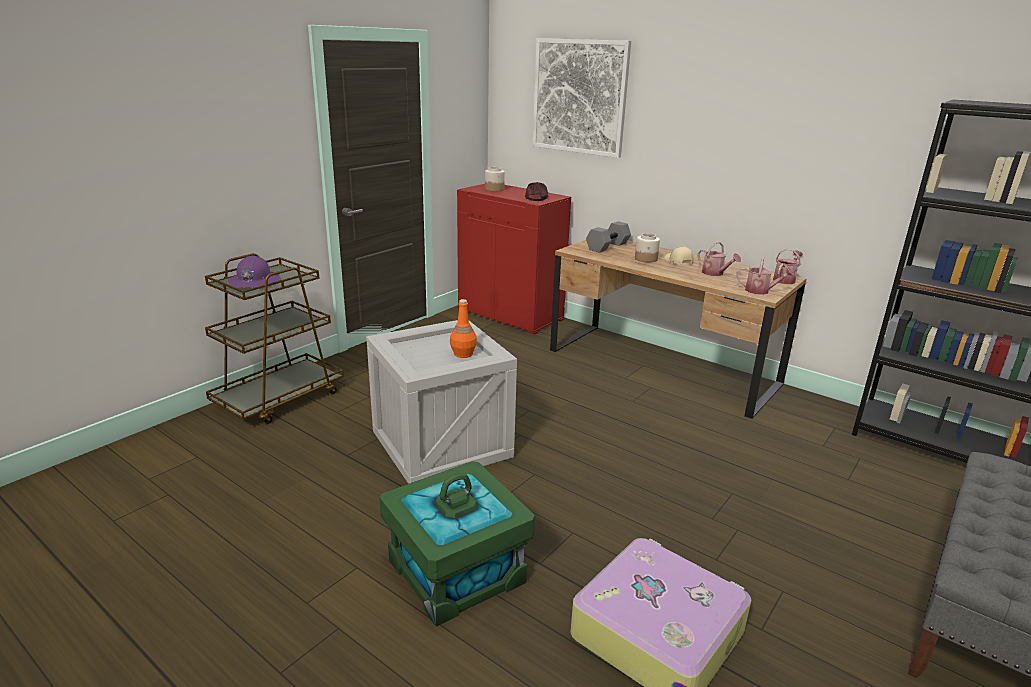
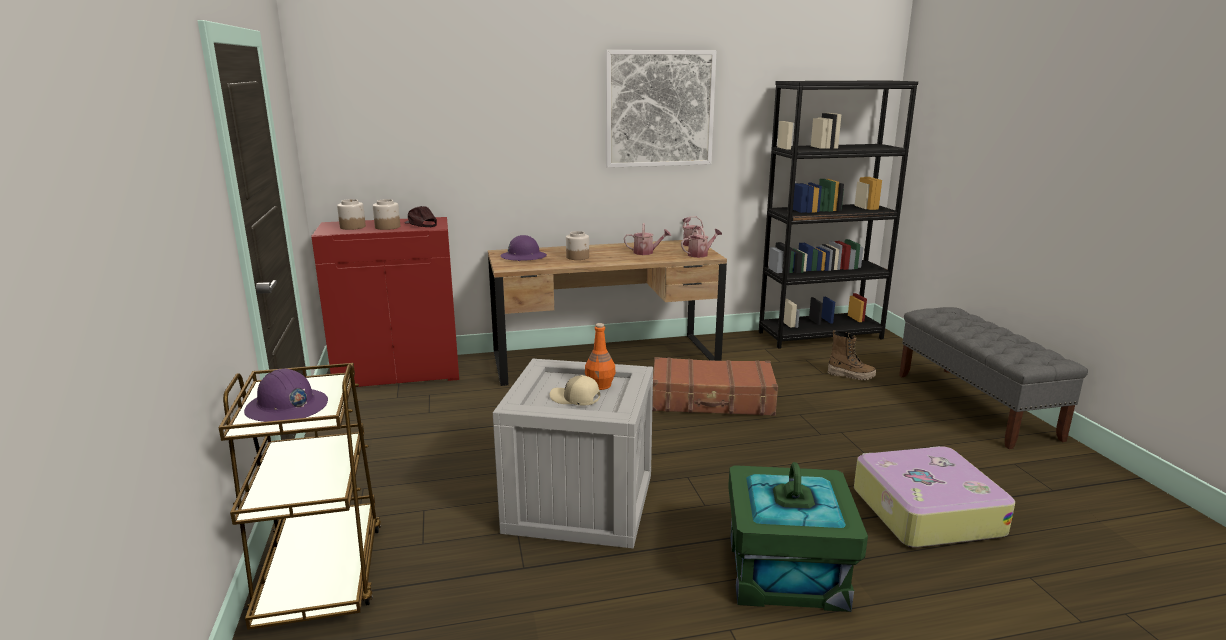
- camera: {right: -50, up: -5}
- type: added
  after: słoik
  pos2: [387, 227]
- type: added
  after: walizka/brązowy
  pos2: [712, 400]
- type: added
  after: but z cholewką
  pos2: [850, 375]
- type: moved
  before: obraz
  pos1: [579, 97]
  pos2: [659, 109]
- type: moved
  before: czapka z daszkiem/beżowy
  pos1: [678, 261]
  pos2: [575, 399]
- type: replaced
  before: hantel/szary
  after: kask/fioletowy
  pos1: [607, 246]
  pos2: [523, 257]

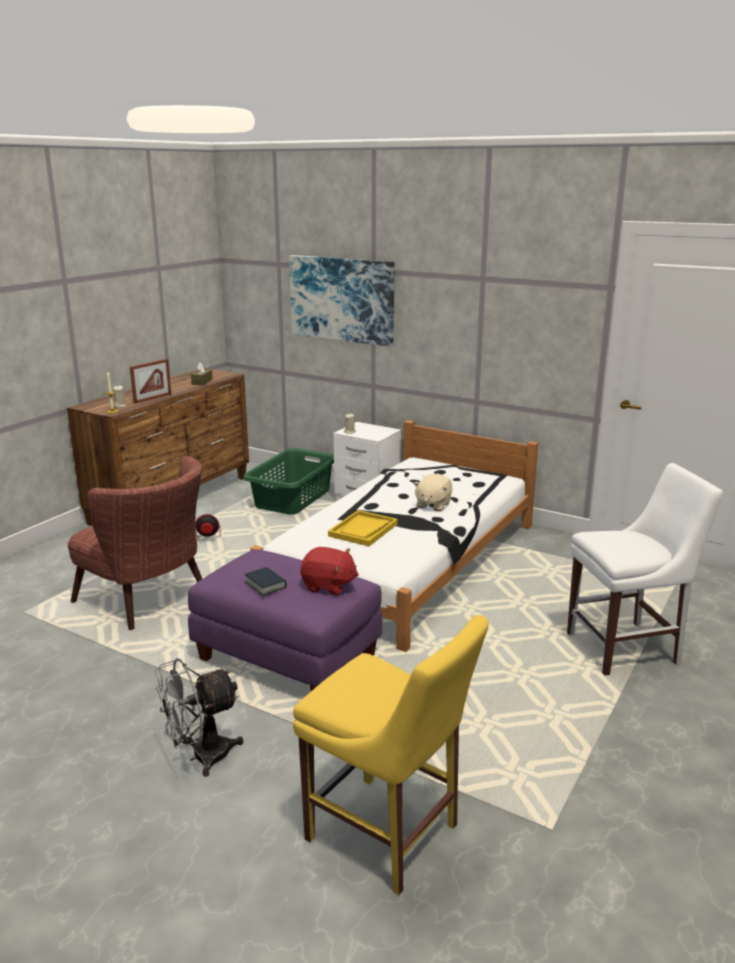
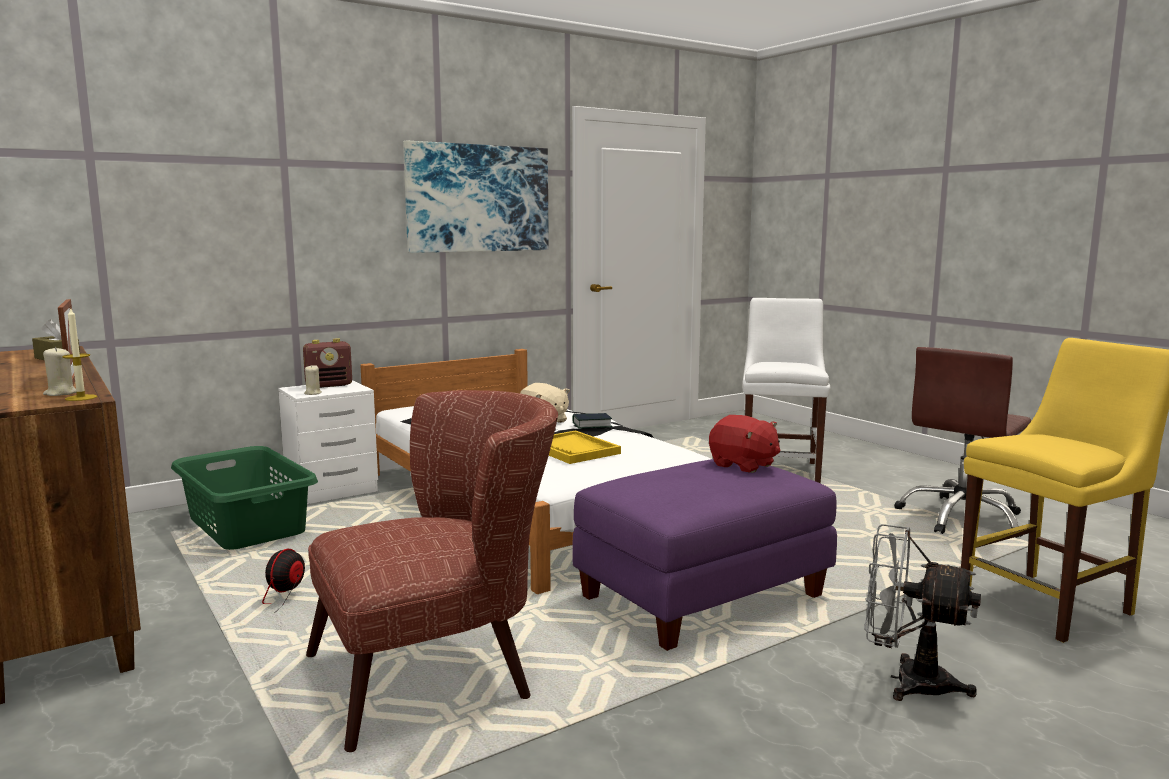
- camera: {right: -65, up: -10}
- type: added
  after: radio
  pos2: [329, 385]
- type: added
  after: krzesło biurowe/brązowy
  pos2: [962, 518]
- type: moved
  before: książka
  pos1: [265, 585]
  pos2: [592, 425]
- type: moved
  before: obraz
  pos1: [342, 299]
  pos2: [478, 198]
- type: turned
  before: wentylator/szary
  pos1: [201, 757]
  pos2: [907, 681]
  turn: 120
- type: turned
  before: pluszak/czerwony
  pos1: [328, 586]
  pos2: [743, 465]
  turn: 90

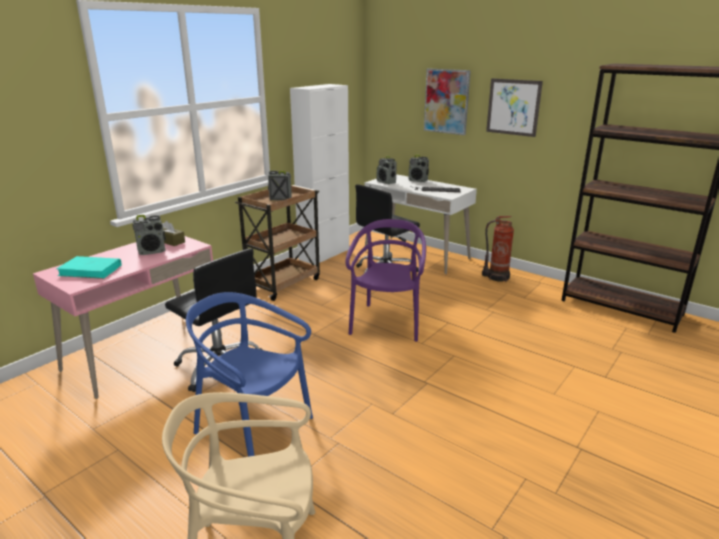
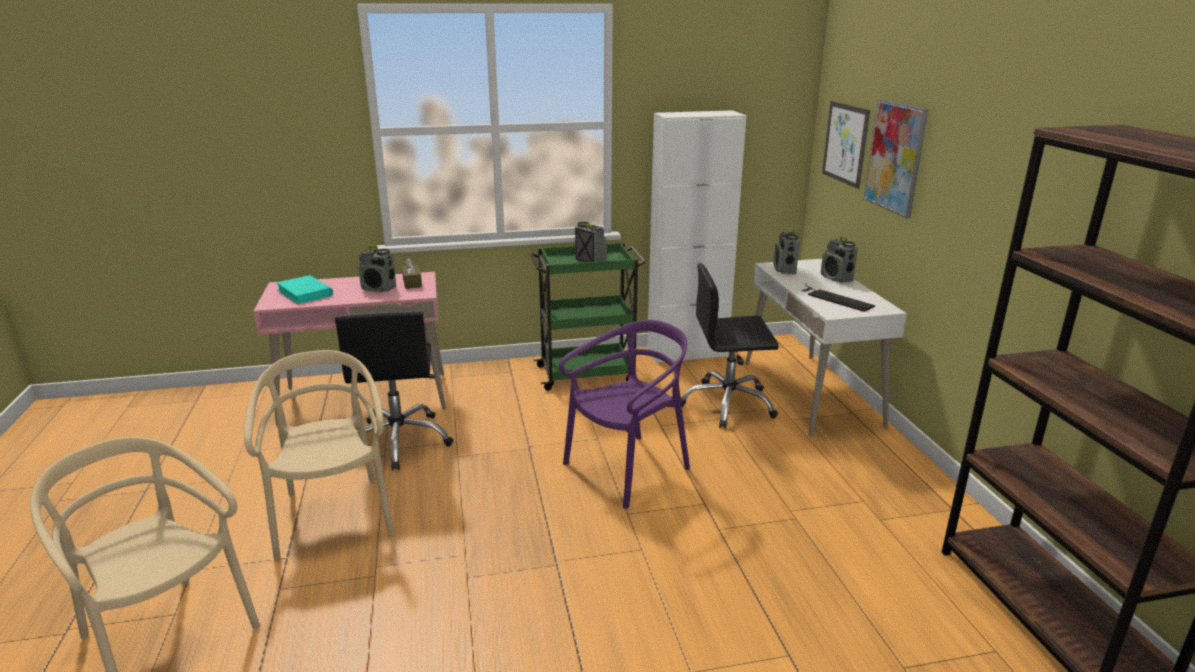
- camera: {right: 40, up: 0}
- type: removed
  before: gaśnica
  pos1: [497, 277]
- type: moved
  before: obraz
  pos1: [513, 107]
  pos2: [845, 143]
- type: recoloured
  before: krzesło/niebieski
  after: krzesło/beżowy
  pos1: [253, 428]
  pos2: [334, 517]
- type: recoloured
  before: wózek/brązowy
  after: wózek/zielony
  pos1: [283, 283]
  pos2: [587, 374]

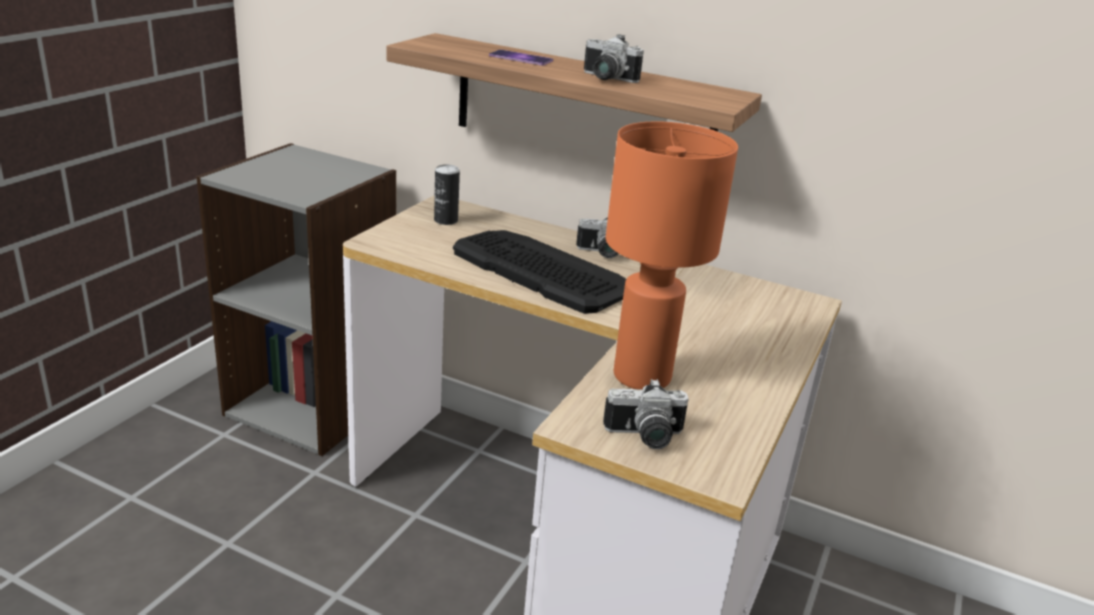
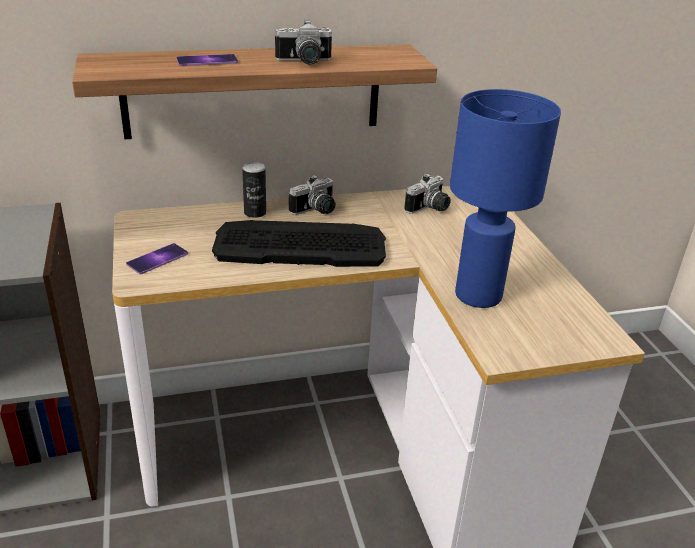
- camera: {right: -40, up: 5}
- type: added
  after: telefon
  pos2: [157, 259]
- type: moved
  before: puszka
  pos1: [446, 220]
  pos2: [255, 213]
- type: moved
  before: aparat fotograficzny
  pos1: [645, 437]
  pos2: [430, 209]
- type: recoloured
  before: lampa stołowa/pomarańczowy
  after: lampa stołowa/niebieski
  pos1: [640, 376]
  pos2: [476, 295]

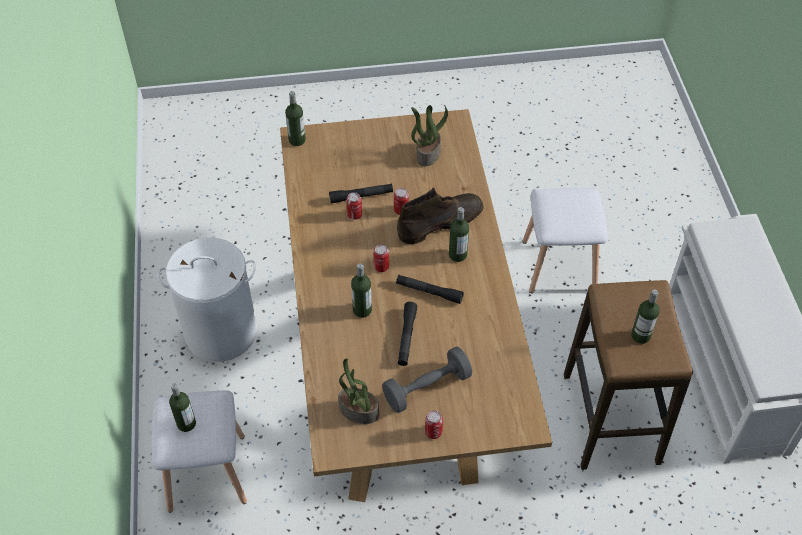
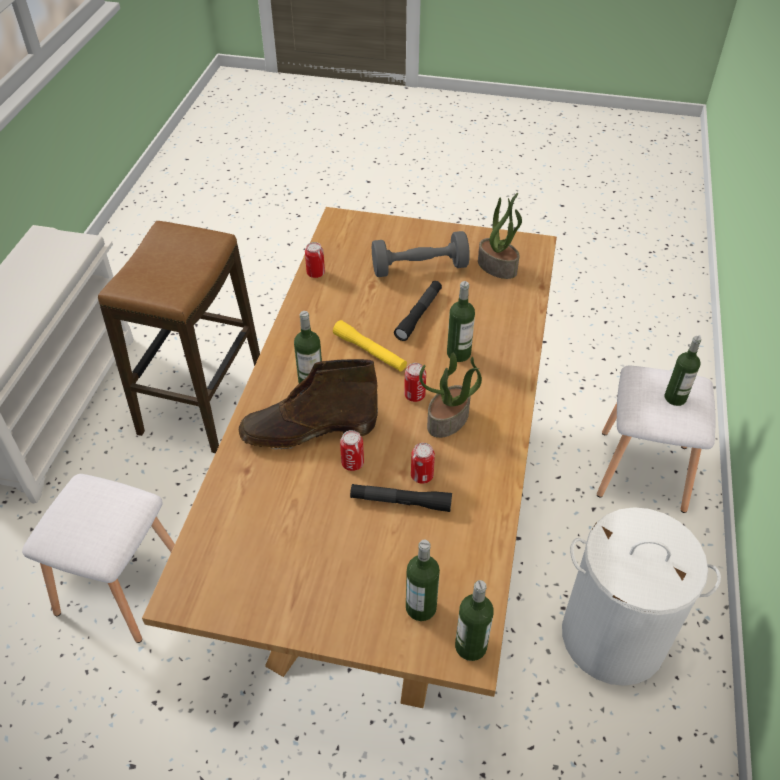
- camera: {right: -160, up: -5}
- type: moved
  before: roślina doniczkowa
  pos1: [428, 153]
  pos2: [448, 420]
- type: moved
  before: puszka
  pos1: [433, 432]
  pos2: [315, 273]
- type: moved
  before: butelka
  pos1: [640, 336]
  pos2: [421, 607]
- type: recoloured
  before: latarka/czarny
  after: latarka/żółty
  pos1: [429, 292]
  pos2: [370, 352]

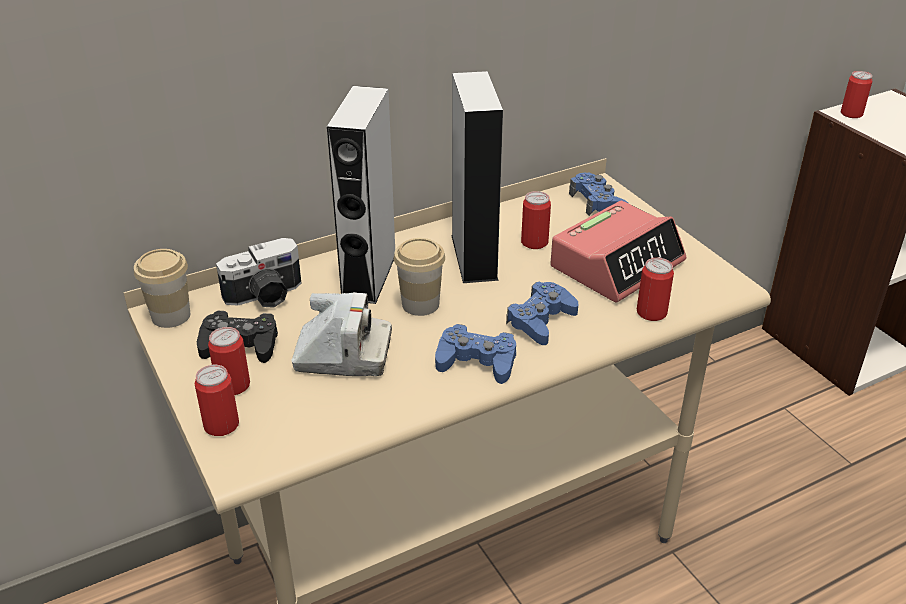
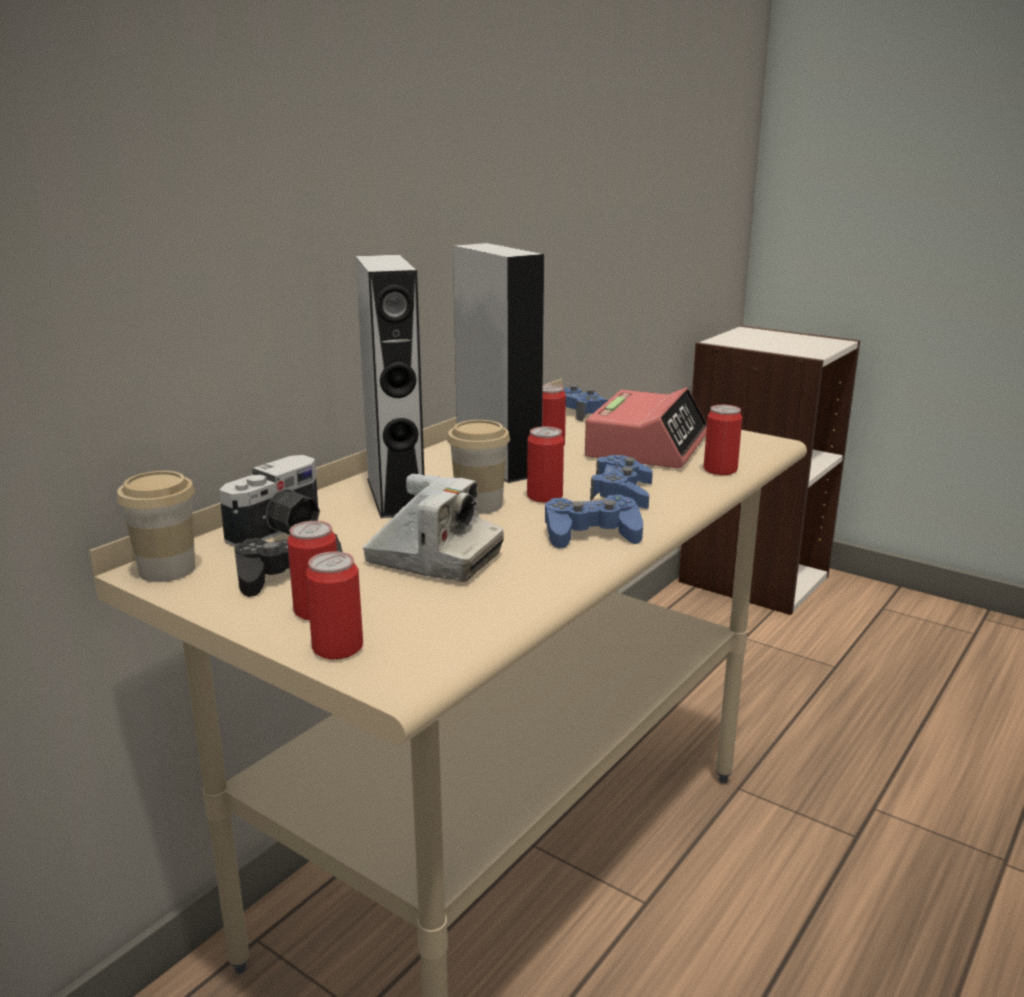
- camera: {right: -25, up: -15}
- type: moved
  before: puszka
  pos1: [851, 114]
  pos2: [544, 496]
- type: turned
  before: aparat fotograficzny
  pos1: [343, 355]
  pos2: [433, 558]
  turn: 45

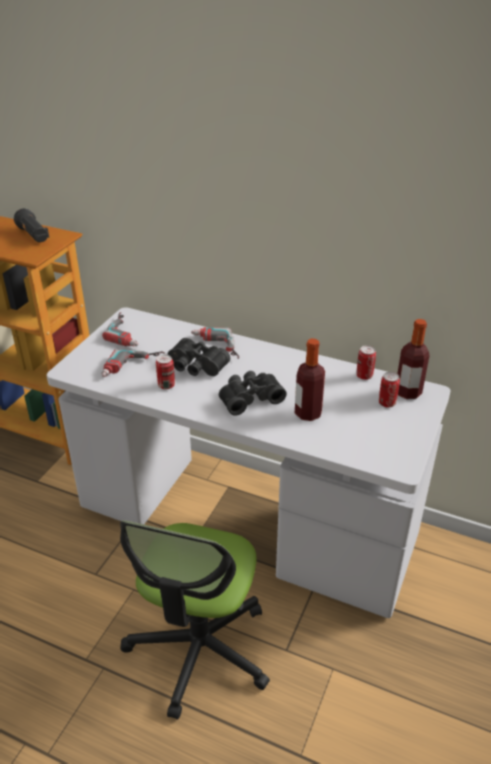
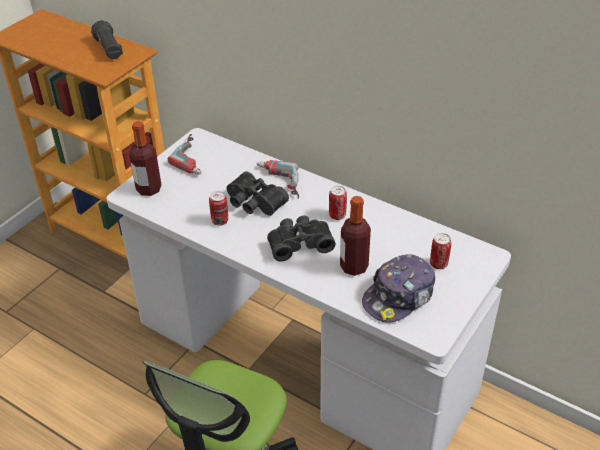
- camera: {right: 10, up: 5}
- type: removed
  before: wiertarka
  pos1: [133, 368]
- type: added
  after: czapka z daszkiem
  pos2: [399, 297]
- type: moved
  before: puszka
  pos1: [364, 376]
  pos2: [337, 215]
- type: moved
  before: butelka
  pos1: [408, 392]
  pos2: [149, 189]

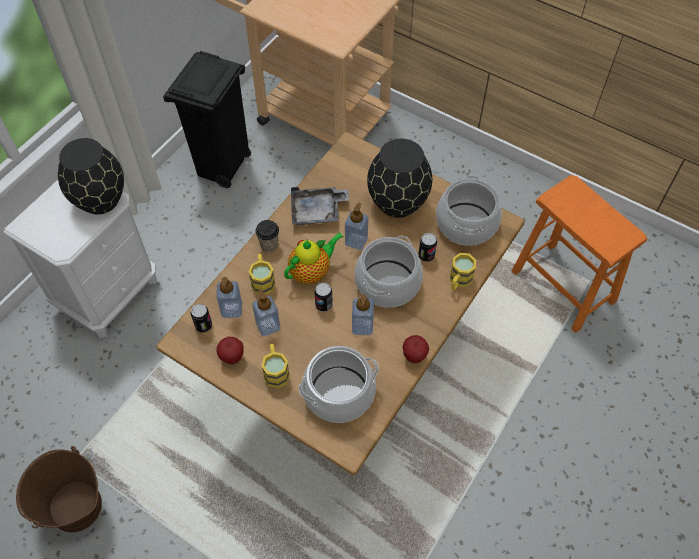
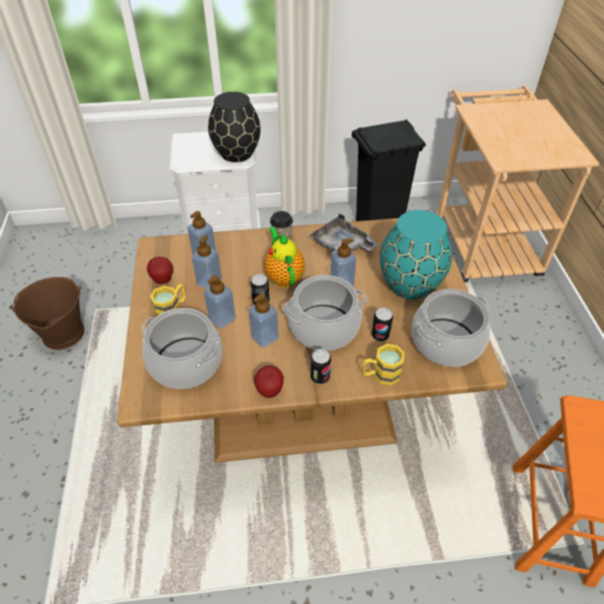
- camera: {right: 50, up: -10}
- type: removed
  before: kubek/żółty
  pos1: [262, 280]
- type: added
  after: dozownik mydła
  pos2: [222, 319]
- type: moved
  before: puszka
  pos1: [203, 326]
  pos2: [320, 377]
- type: recoloured
  before: wazon/czarny
  after: wazon/turkusowy
  pos1: [398, 203]
  pos2: [409, 285]
- type: turned
  before: imbryk
  pos1: [312, 272]
  pos2: [284, 276]
  turn: -120

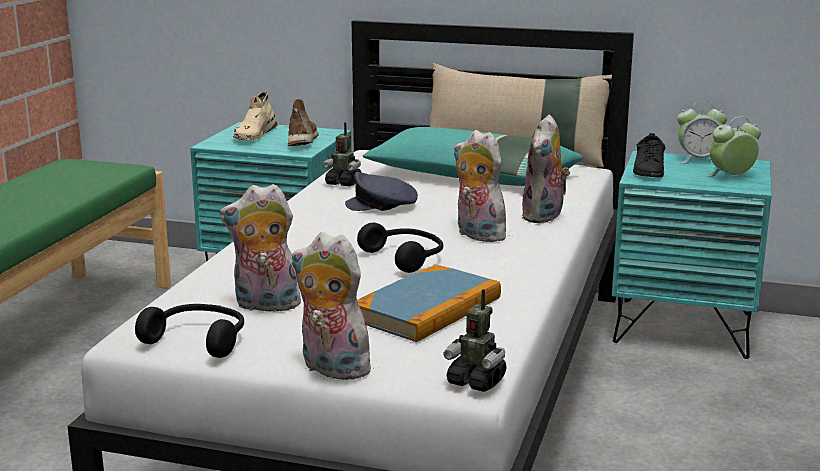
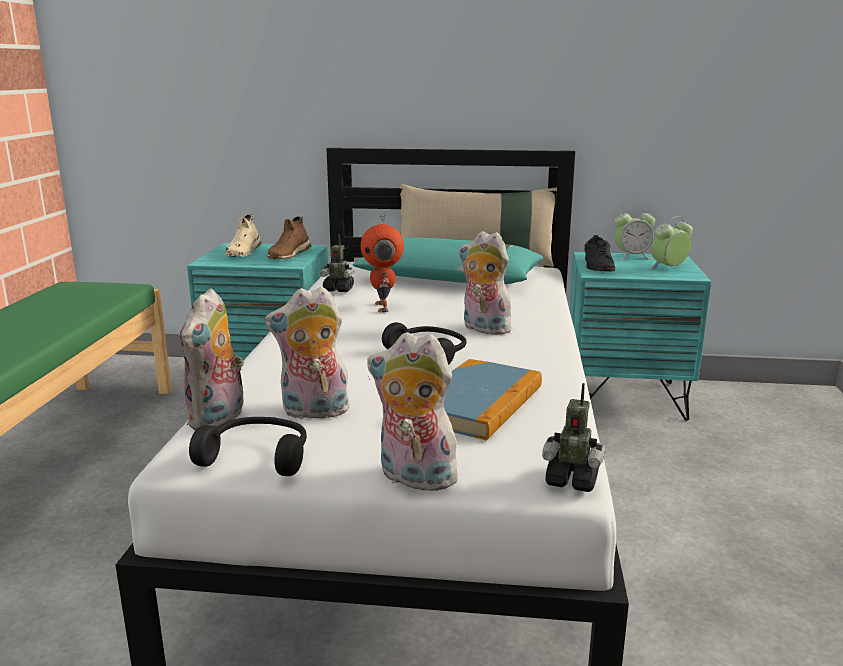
- camera: {right: -10, up: 0}
- type: moved
  before: pluszak
  pos1: [544, 217]
  pos2: [219, 419]
- type: replaced
  before: czapka z daszkiem/szary
  after: robot zabawkowy
  pos1: [383, 205]
  pos2: [383, 307]
- type: turned
  before: but/brązowy
  pos1: [302, 140]
  pos2: [288, 255]
  turn: -150

